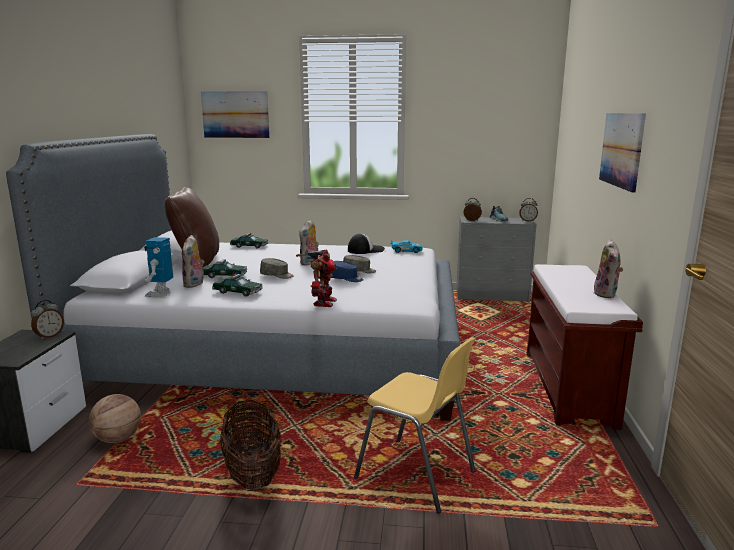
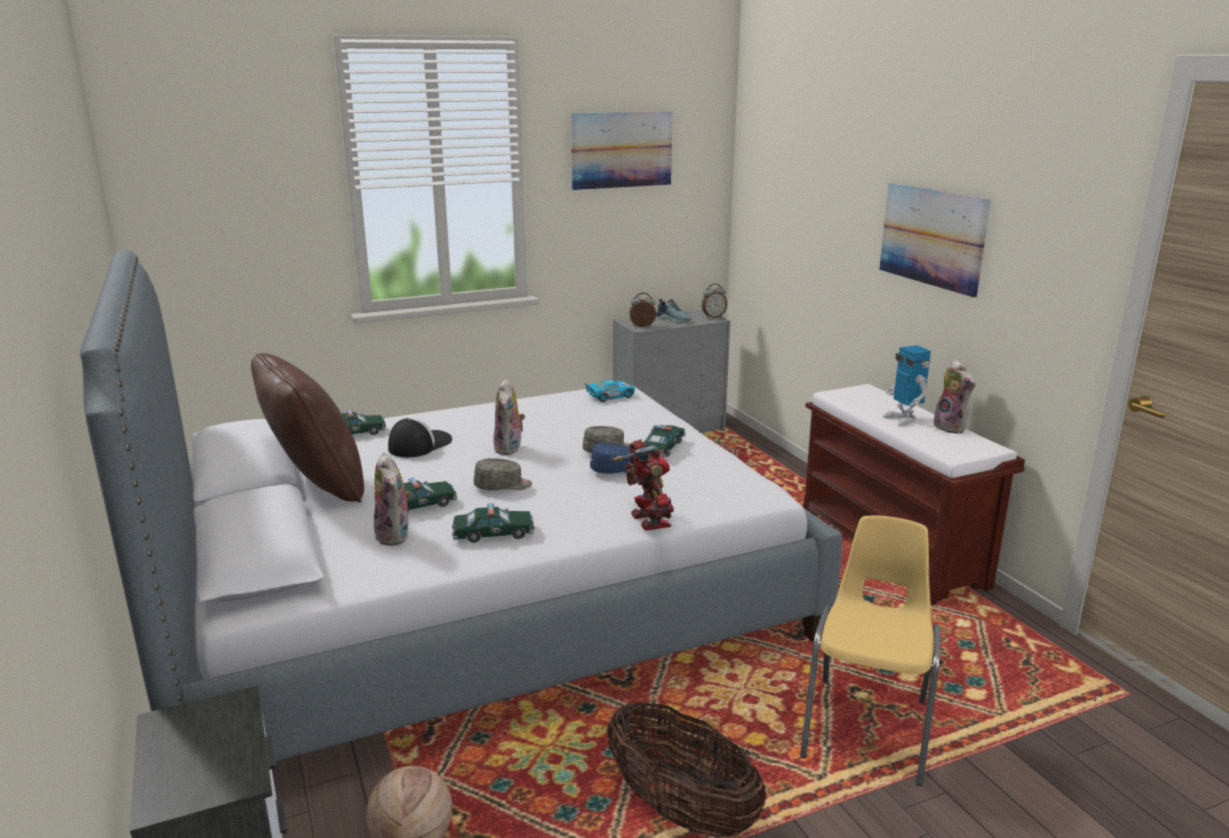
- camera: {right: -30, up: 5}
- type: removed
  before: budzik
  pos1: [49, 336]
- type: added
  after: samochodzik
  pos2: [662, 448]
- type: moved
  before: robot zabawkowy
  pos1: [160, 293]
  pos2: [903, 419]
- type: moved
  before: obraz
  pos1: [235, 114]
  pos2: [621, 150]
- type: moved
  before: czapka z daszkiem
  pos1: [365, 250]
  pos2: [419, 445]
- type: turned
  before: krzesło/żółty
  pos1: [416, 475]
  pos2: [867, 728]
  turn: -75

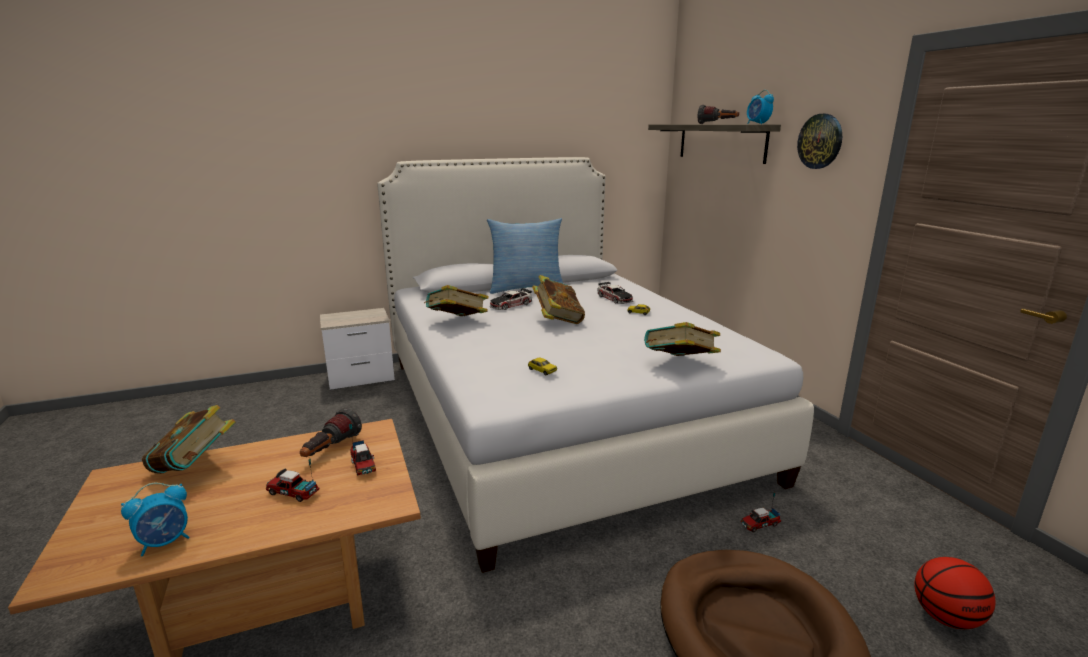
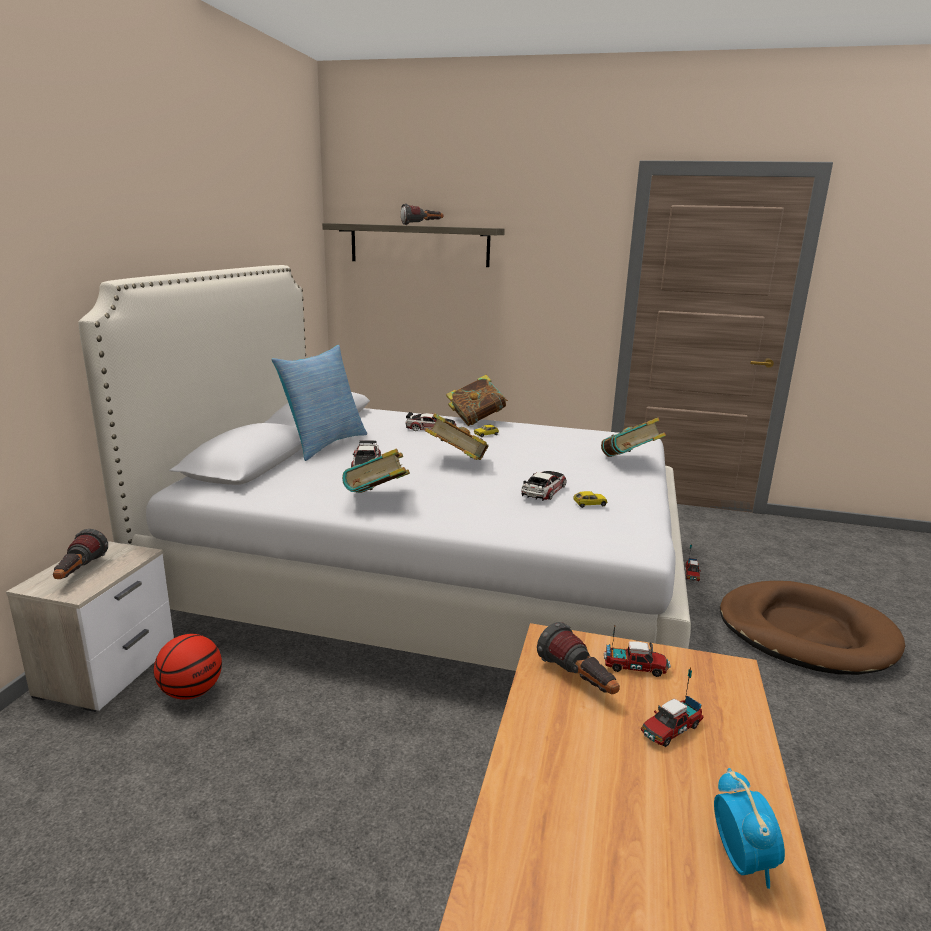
- camera: {right: -55, up: 0}
- type: removed
  before: budzik
  pos1: [757, 124]
- type: removed
  before: zegar ścienny
  pos1: [820, 141]
- type: added
  after: latarka
  pos2: [79, 573]
- type: added
  after: samochodzik
  pos2: [543, 490]
- type: moved
  before: książka
  pos1: [195, 468]
  pos2: [476, 420]
- type: moved
  before: piłka do koszykówki
  pos1: [945, 617]
  pos2: [191, 692]

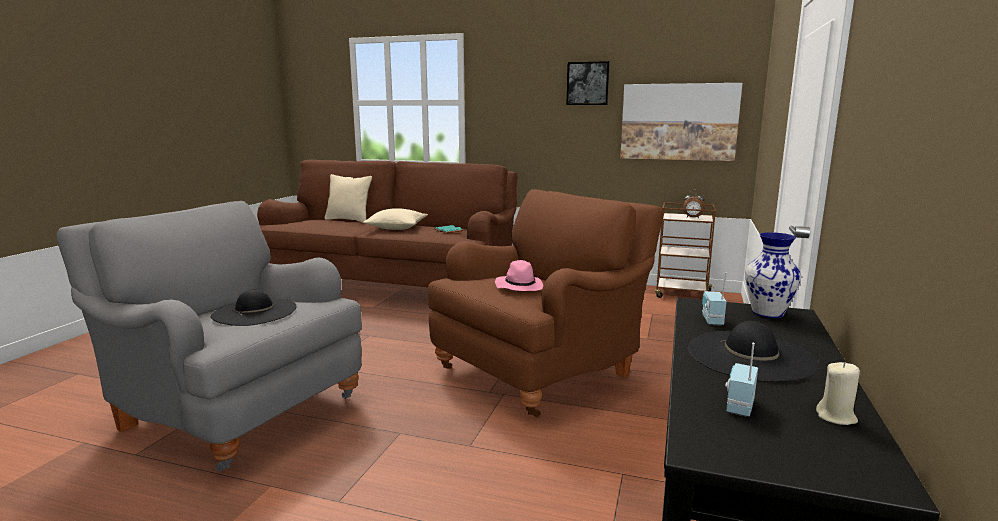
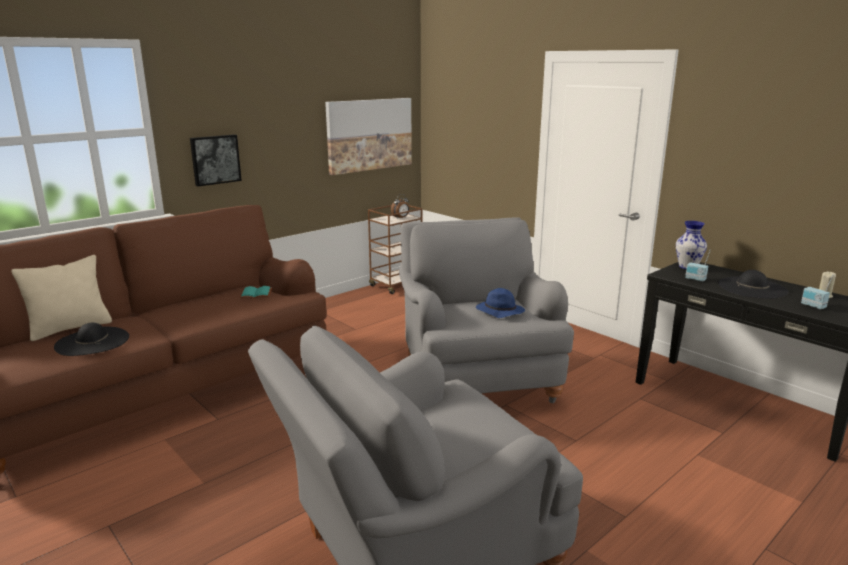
- camera: {right: -60, up: 5}
- type: removed
  before: poduszka/beżowy
  pos1: [396, 228]
- type: moved
  before: kapelusz/czarny
  pos1: [254, 312]
  pos2: [92, 341]
- type: moved
  before: obraz
  pos1: [588, 83]
  pos2: [215, 159]
- type: recoloured
  before: fotel/brązowy
  after: fotel/szary
  pos1: [541, 369]
  pos2: [476, 377]
- type: recoloured
  before: kapelusz/różowy
  after: kapelusz/niebieski
  pos1: [519, 287]
  pos2: [499, 311]

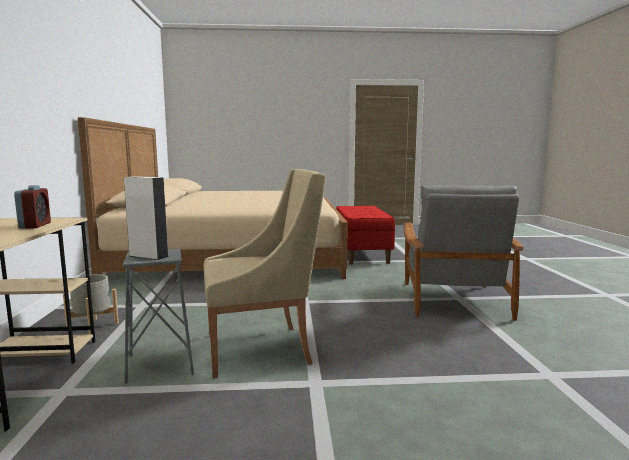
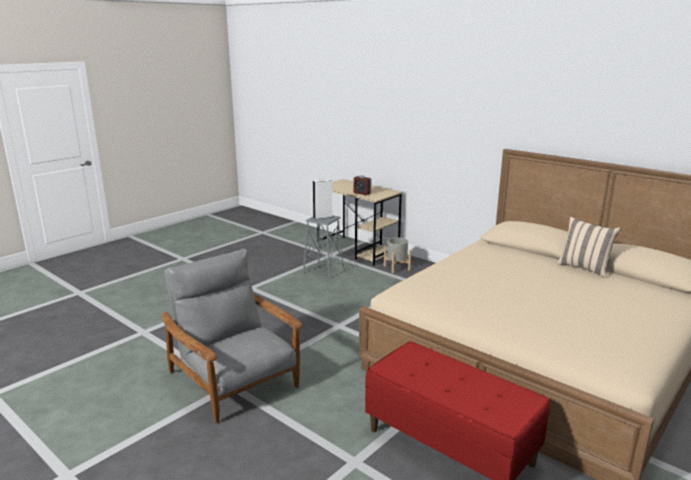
- camera: {right: 135, up: 10}
- type: removed
  before: fotel/beżowy
  pos1: [262, 349]
- type: added
  after: poduszka/beżowy
  pos2: [584, 268]

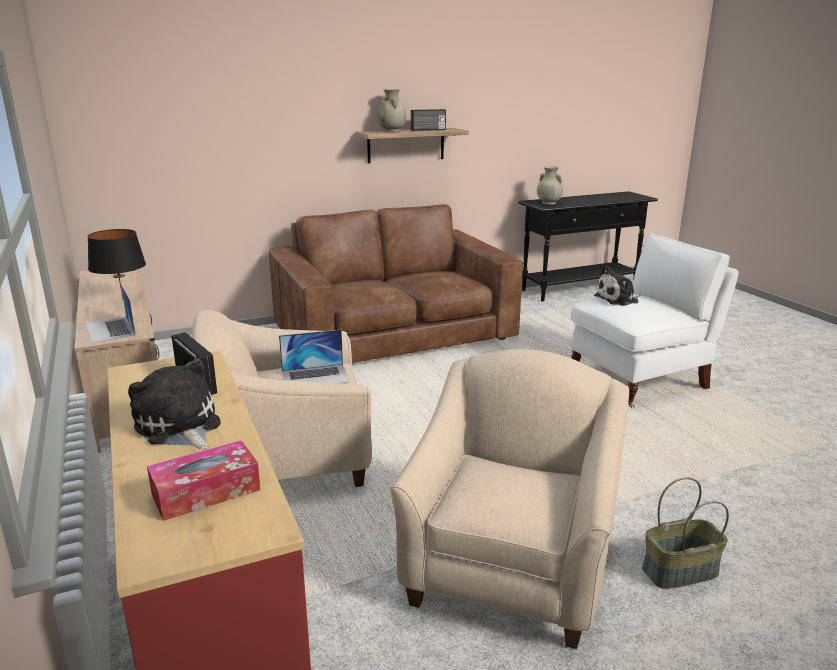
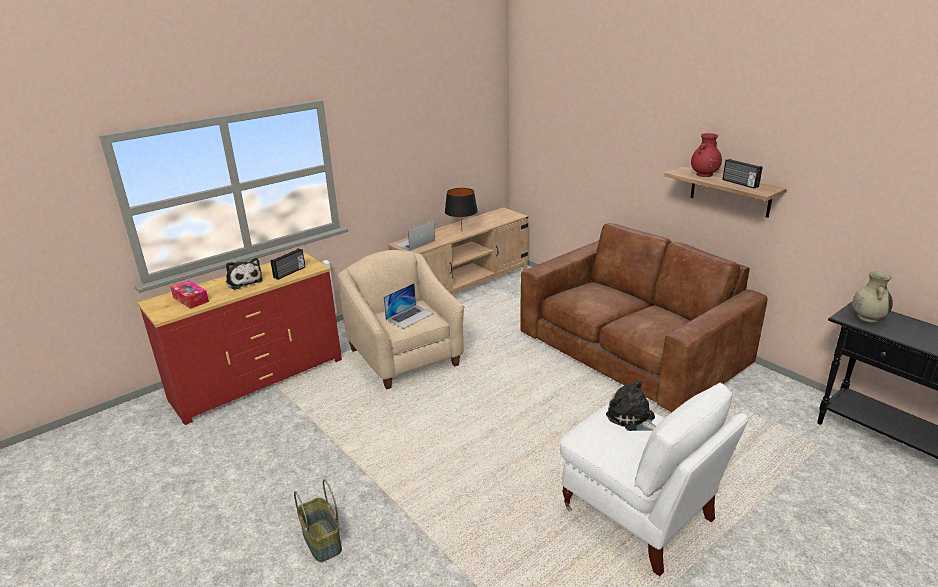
- camera: {right: 75, up: 5}
- type: removed
  before: fotel/beżowy
  pos1: [510, 566]
- type: recoloured
  before: wazon/beżowy
  after: wazon/czerwony
  pos1: [392, 131]
  pos2: [704, 175]
- type: turned
  before: pluszak
  pos1: [179, 427]
  pos2: [244, 281]
  turn: 105
- type: turned
  before: laptop
  pos1: [315, 376]
  pos2: [409, 316]
  turn: -105

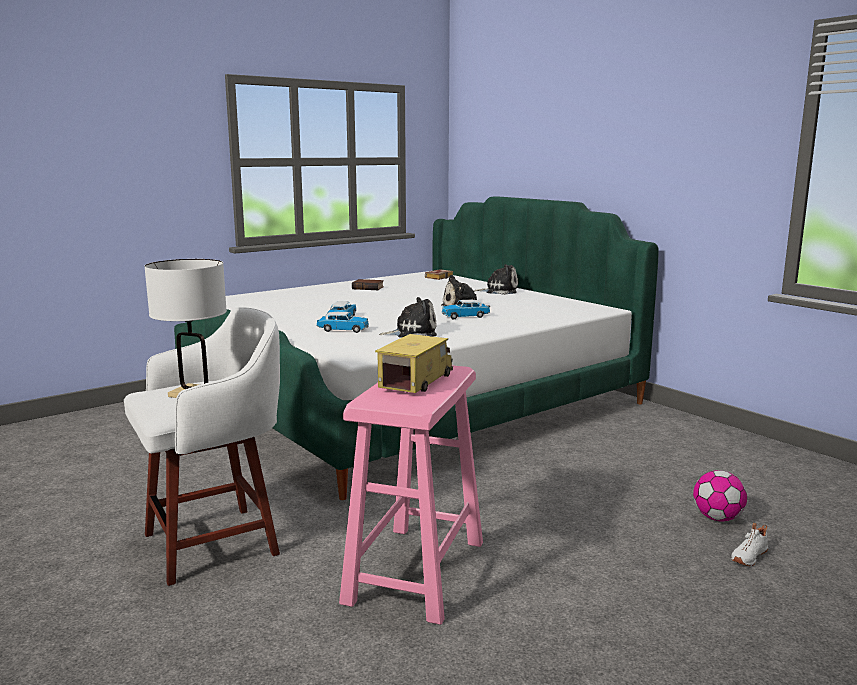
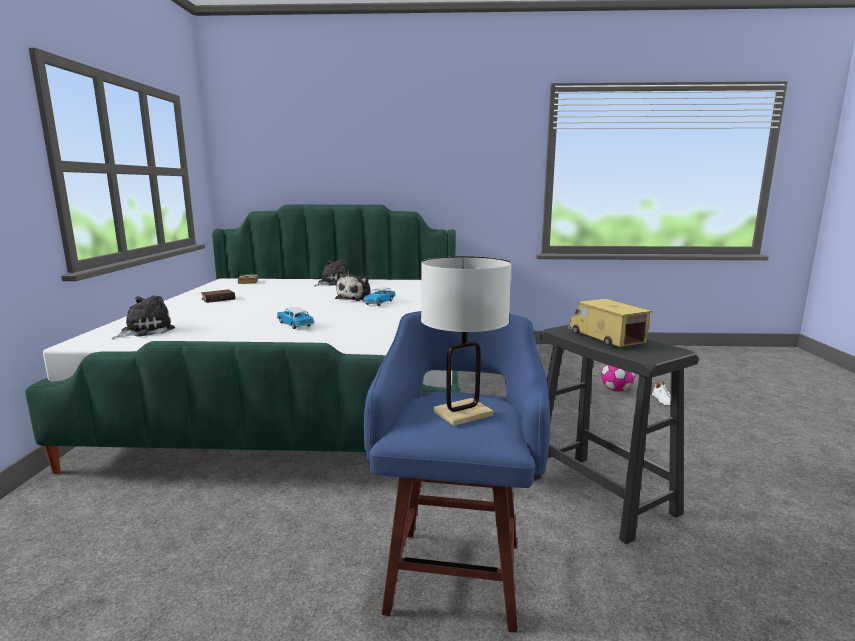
- camera: {right: -50, up: 0}
- type: removed
  before: samochodzik
  pos1: [343, 330]
- type: moved
  before: pluszak
  pos1: [413, 333]
  pos2: [144, 331]
- type: recoloured
  before: stołek/biały
  after: stołek/niebieski
  pos1: [216, 542]
  pos2: [456, 571]
- type: recoloured
  before: stołek/różowy
  after: stołek/czarny
  pos1: [415, 572]
  pos2: [601, 496]

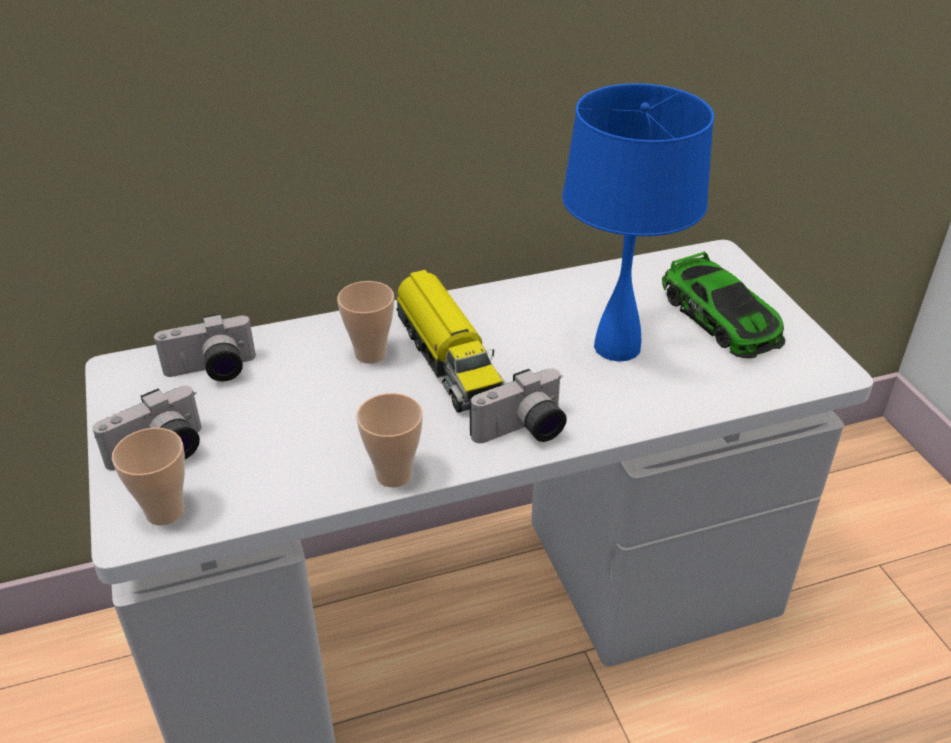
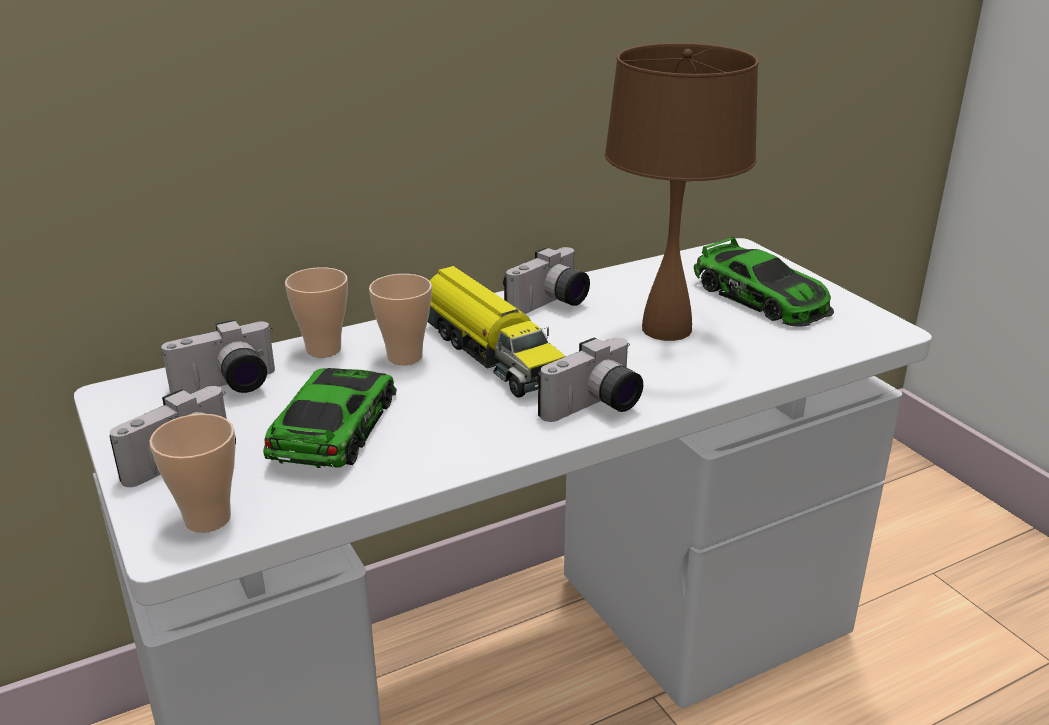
- camera: {right: -10, up: -10}
- type: added
  after: samochodzik
  pos2: [335, 428]
- type: added
  after: aparat fotograficzny
  pos2: [551, 305]
- type: moved
  before: filiżanka
  pos1: [394, 474]
  pos2: [323, 349]
- type: recoloured
  before: lampa stołowa/niebieski
  after: lampa stołowa/brązowy
  pos1: [616, 347]
  pos2: [666, 330]

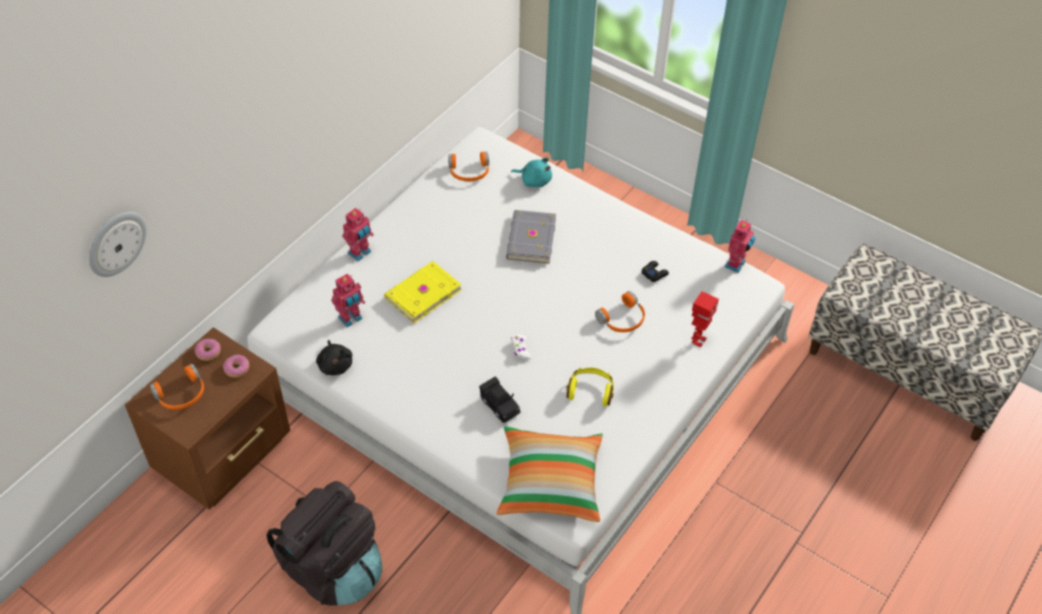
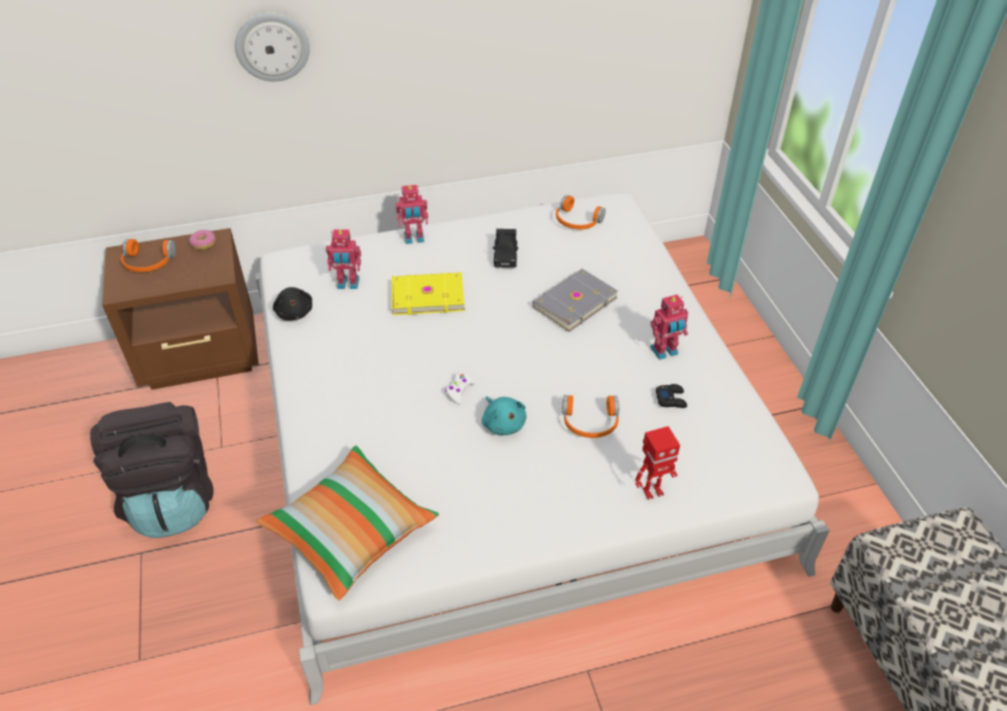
- camera: {right: 40, up: -5}
- type: removed
  before: donut
  pos1: [237, 369]
- type: removed
  before: słuchawki/żółty
  pos1: [590, 390]
- type: moved
  before: zegar ścienny
  pos1: [116, 243]
  pos2: [272, 46]
- type: moved
  before: samochodzik/czarny
  pos1: [499, 405]
  pos2: [505, 255]
- type: moved
  before: pluszak/turkusowy
  pos1: [534, 180]
  pos2: [503, 423]
- type: moved
  before: robot zabawkowy
  pos1: [736, 264]
  pos2: [665, 352]
- type: turned
  before: pluszak/czarny
  pos1: [335, 364]
  pos2: [294, 312]
  turn: -45

